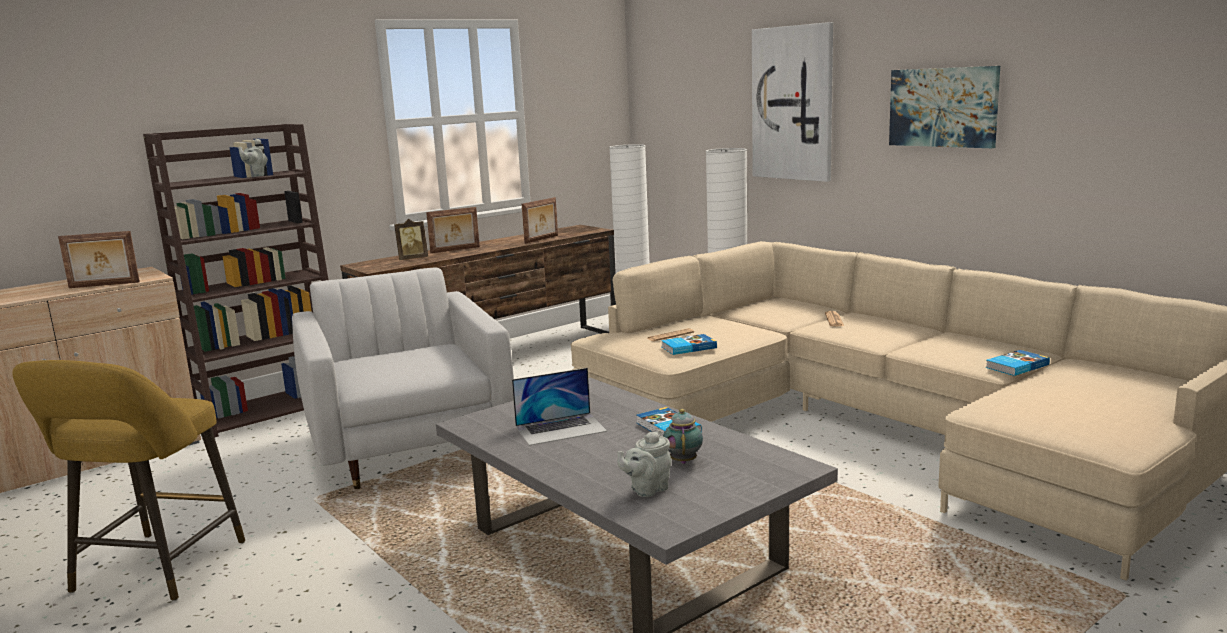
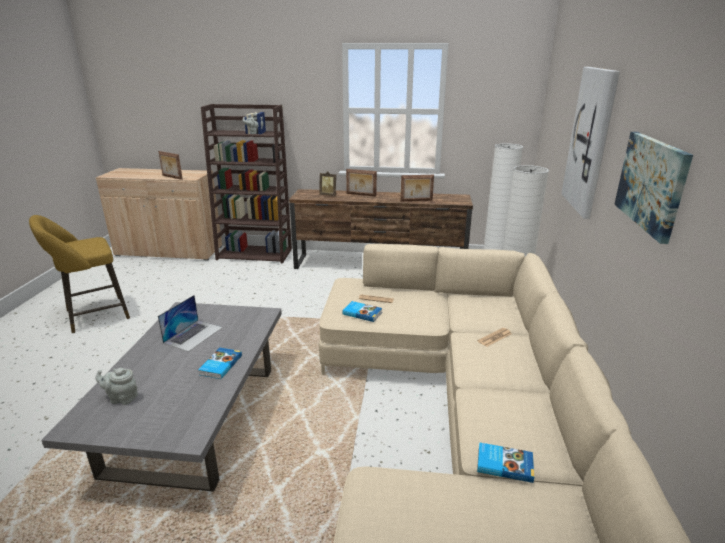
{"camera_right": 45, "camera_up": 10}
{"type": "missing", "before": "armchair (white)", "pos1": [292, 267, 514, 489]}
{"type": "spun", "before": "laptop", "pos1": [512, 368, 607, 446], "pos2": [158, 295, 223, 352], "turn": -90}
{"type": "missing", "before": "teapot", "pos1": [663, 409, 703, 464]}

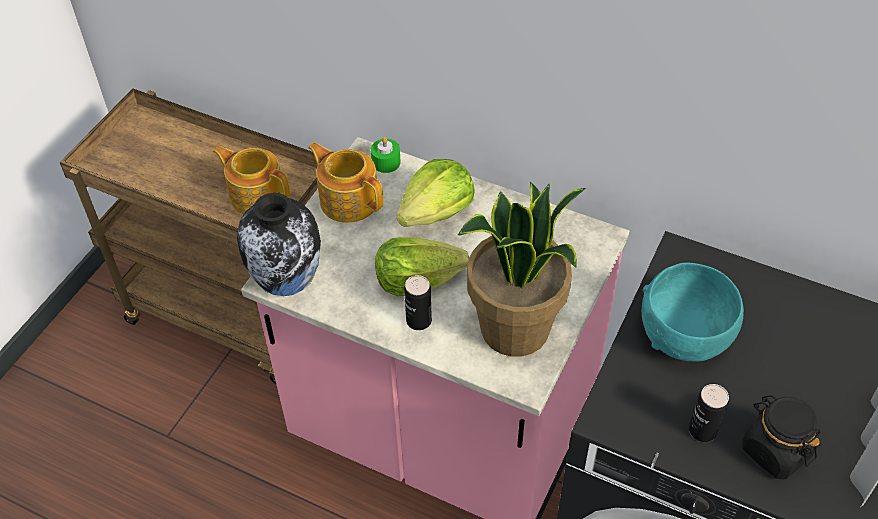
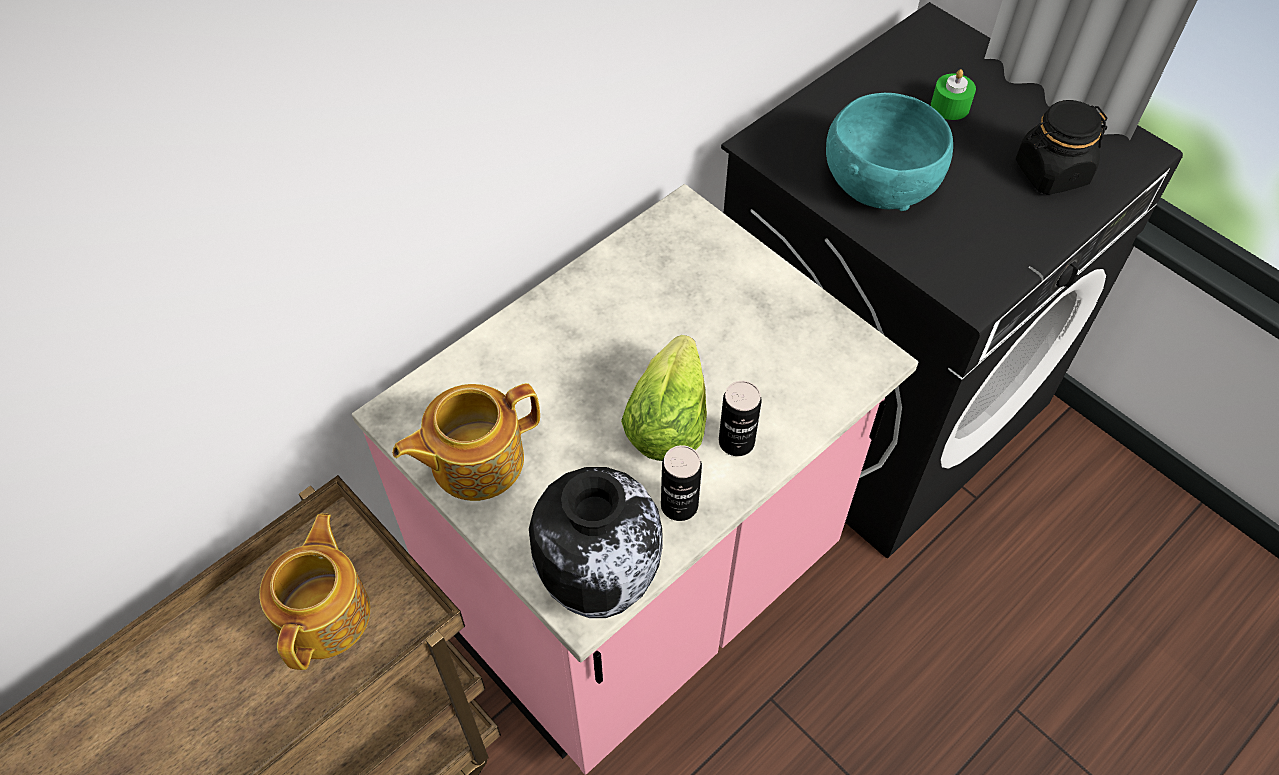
{"camera_right": -70, "camera_up": 5}
{"type": "spun", "before": "teapot", "pos1": [213, 146, 290, 214], "pos2": [259, 513, 370, 670], "turn": 135}
{"type": "relocated", "before": "candle (green)", "pos1": [371, 137, 401, 173], "pos2": [931, 69, 976, 120]}
{"type": "missing", "before": "lettuce", "pos1": [396, 159, 475, 227]}
{"type": "missing", "before": "potted plant", "pos1": [458, 182, 586, 357]}
{"type": "relocated", "before": "can", "pos1": [689, 384, 729, 442], "pos2": [661, 445, 702, 521]}

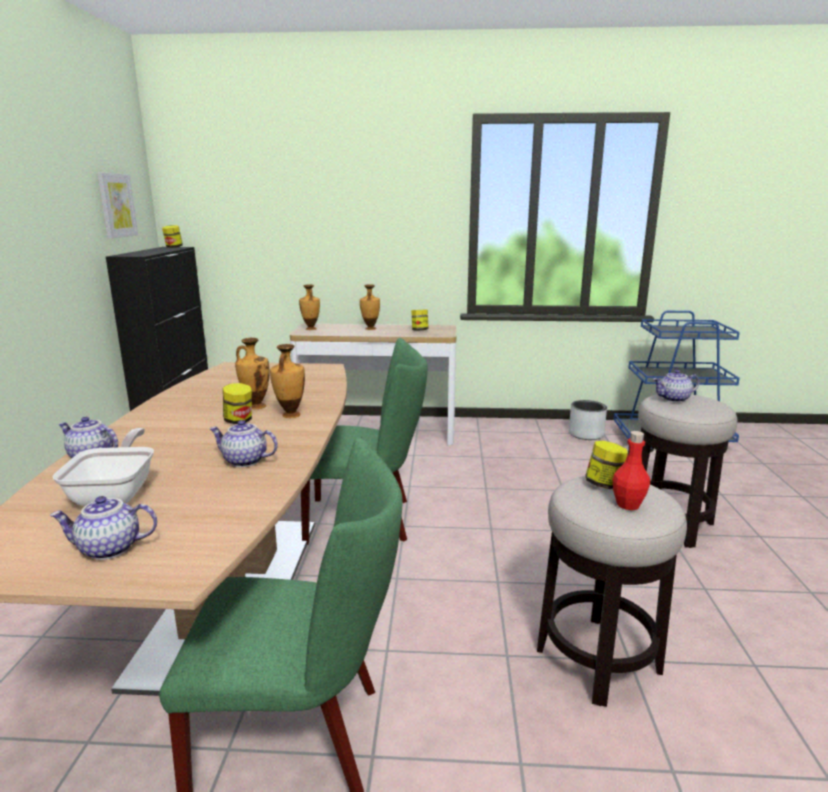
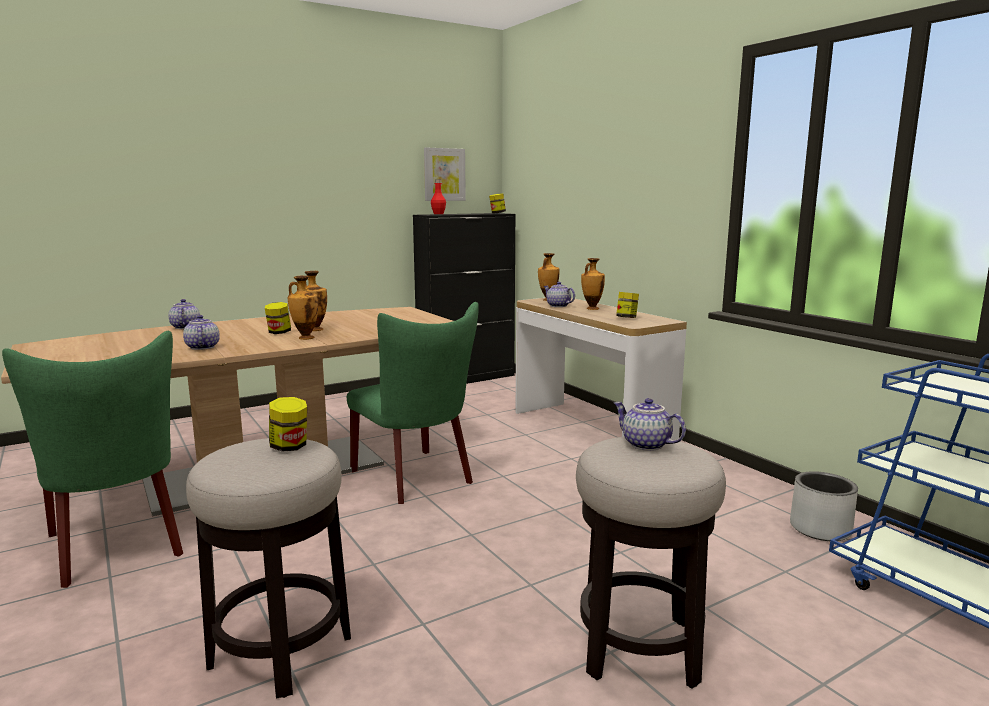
{"camera_right": 55, "camera_up": -5}
{"type": "relocated", "before": "teapot", "pos1": [50, 496, 157, 560], "pos2": [544, 282, 575, 307]}
{"type": "missing", "before": "frying pan", "pos1": [52, 428, 154, 507]}
{"type": "relocated", "before": "bottle (red)", "pos1": [612, 431, 650, 510], "pos2": [431, 179, 446, 214]}

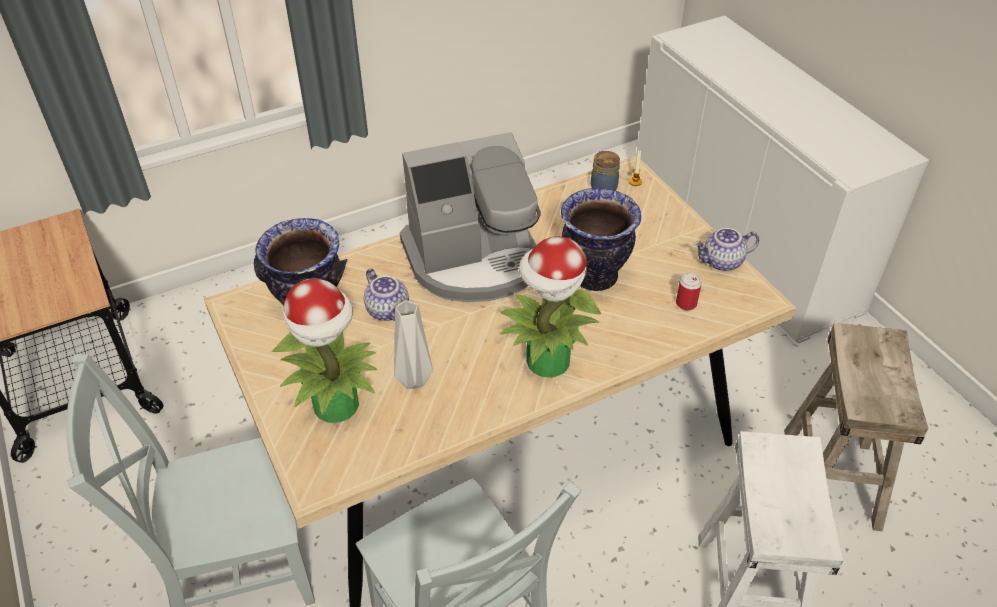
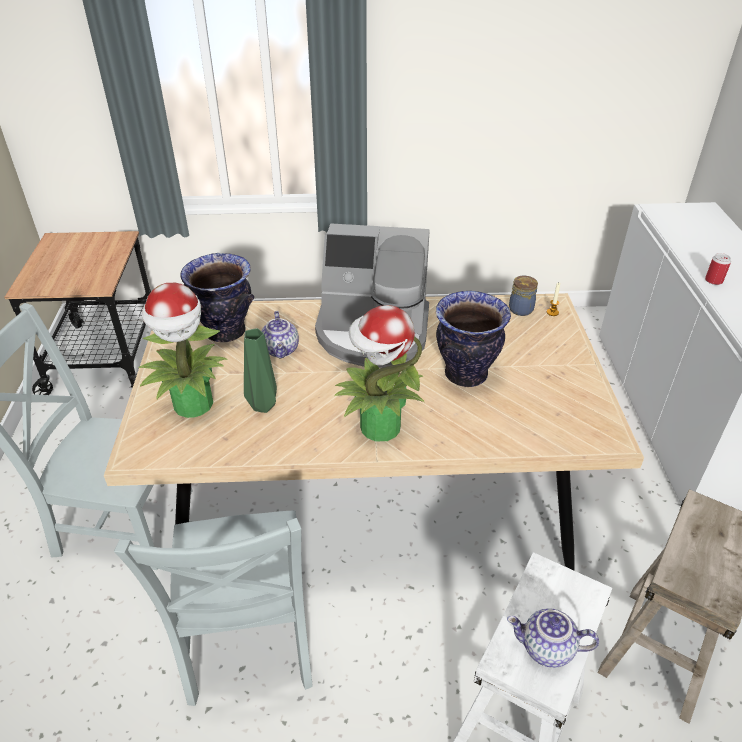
{"camera_right": 25, "camera_up": -5}
{"type": "colour", "before": "vase (grey)", "after": "vase (green)", "pos1": [394, 300, 433, 389], "pos2": [244, 328, 277, 413]}
{"type": "relocated", "before": "can", "pos1": [676, 273, 702, 310], "pos2": [705, 253, 731, 285]}
{"type": "relocated", "before": "teapot", "pos1": [694, 228, 759, 272], "pos2": [507, 608, 599, 668]}

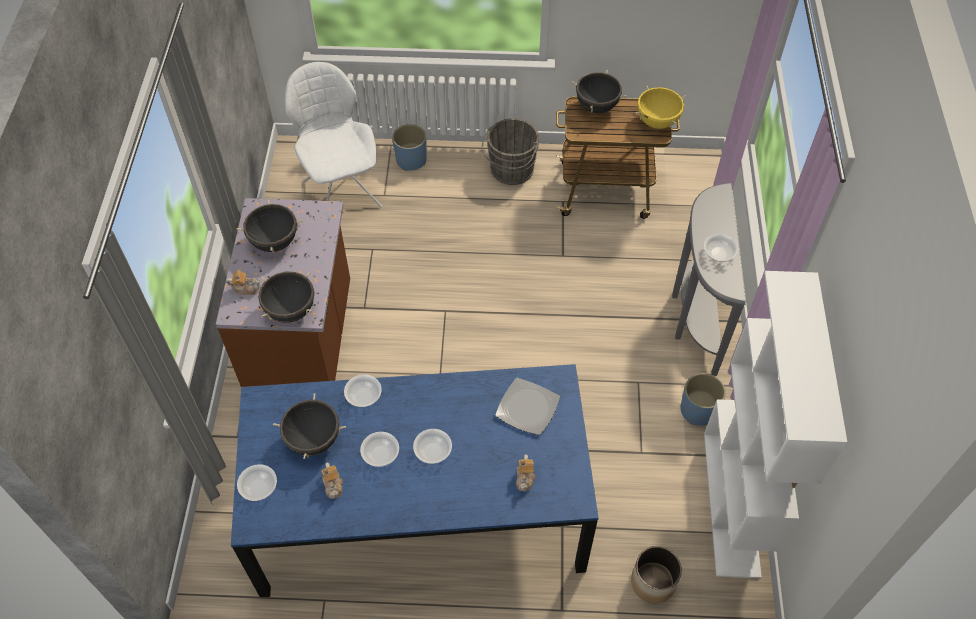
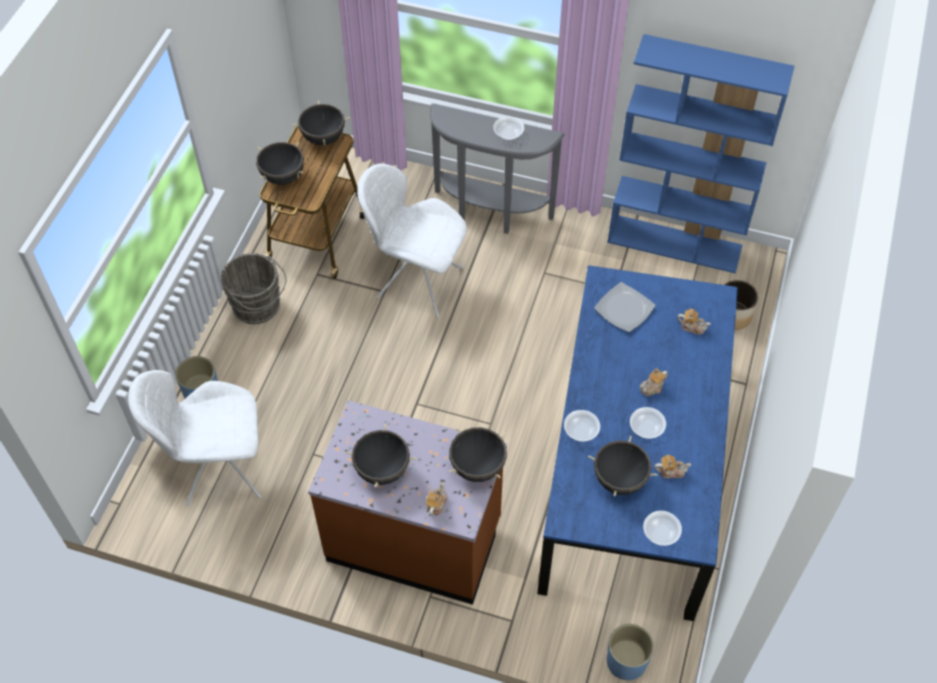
{"camera_right": -75, "camera_up": 0}
{"type": "exchanged", "before": "bowl", "after": "teapot", "pos1": [413, 429, 452, 464], "pos2": [640, 368, 668, 396]}
{"type": "colour", "before": "cooking pot (yellow)", "after": "cooking pot (black)", "pos1": [635, 86, 686, 129], "pos2": [292, 100, 350, 146]}
{"type": "relocated", "before": "planter (blue)", "pos1": [680, 373, 726, 426], "pos2": [607, 624, 654, 680]}
{"type": "colour", "before": "bookcase (white)", "after": "bookcase (blue)", "pos1": [704, 271, 847, 578], "pos2": [607, 34, 794, 274]}
{"type": "appeared", "after": "chair (white)", "pos2": [357, 164, 467, 317]}

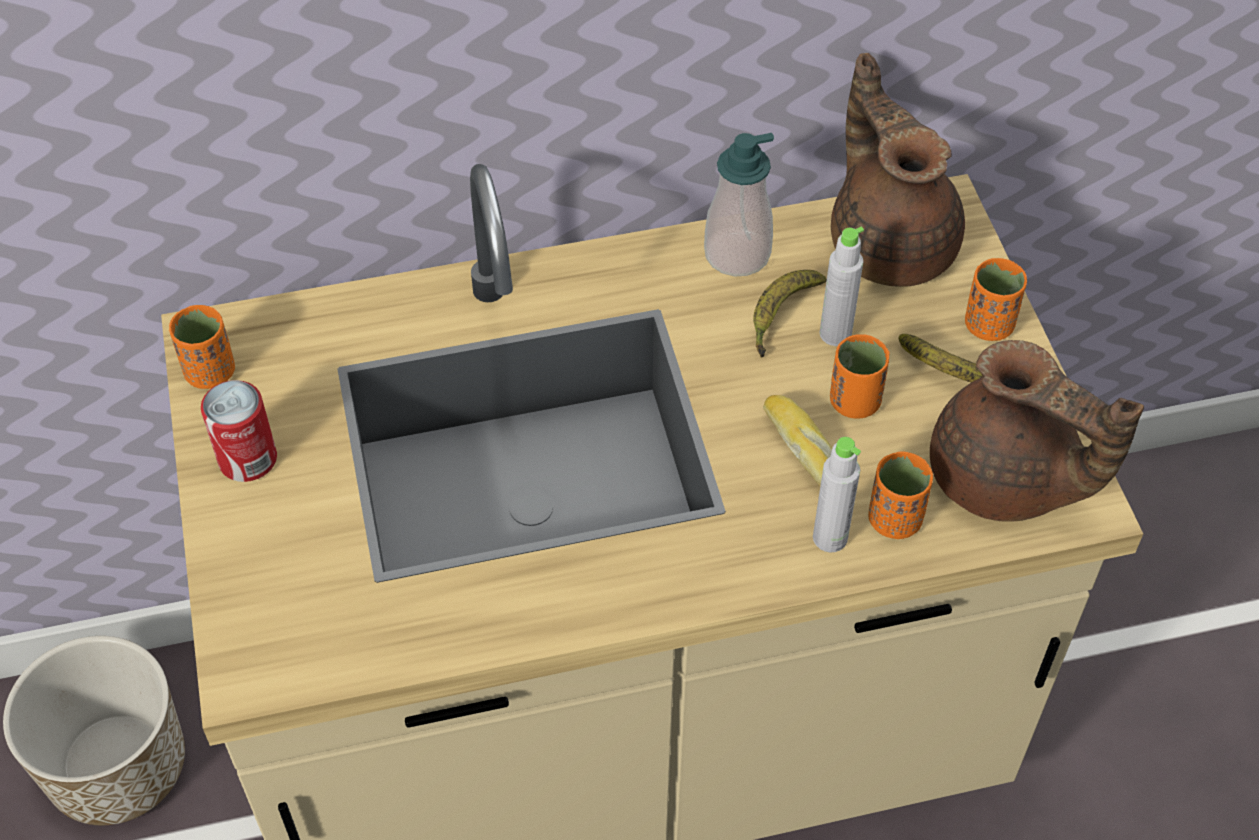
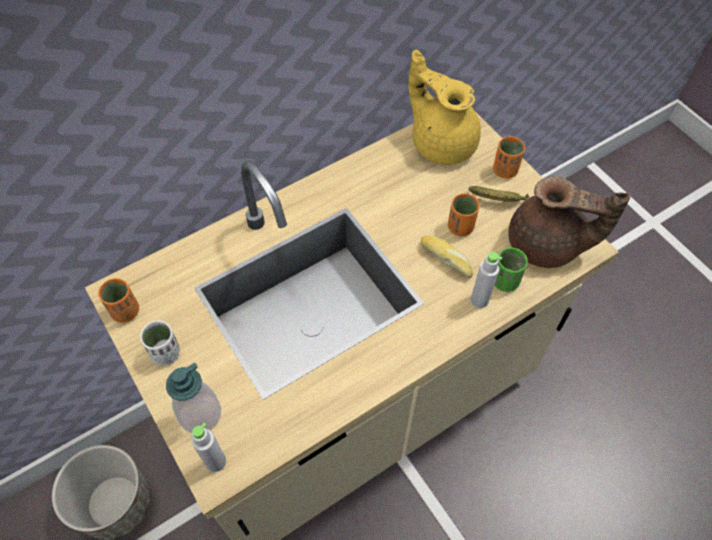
{"camera_right": -20, "camera_up": 5}
{"type": "exchanged", "before": "can", "after": "cup (white)", "pos1": [201, 380, 277, 482], "pos2": [140, 320, 180, 366]}
{"type": "relocated", "before": "soap dispenser", "pos1": [704, 133, 774, 276], "pos2": [166, 363, 221, 433]}
{"type": "missing", "before": "banana", "pos1": [753, 270, 827, 358]}
{"type": "relocated", "before": "bottle (grey)", "pos1": [820, 227, 864, 346], "pos2": [192, 423, 226, 472]}
{"type": "colour", "before": "teapot (brown)", "after": "teapot (yellow)", "pos1": [831, 53, 965, 287], "pos2": [409, 50, 481, 165]}
{"type": "colour", "before": "cup (orange)", "after": "cup (green)", "pos1": [868, 451, 933, 539], "pos2": [494, 248, 528, 292]}

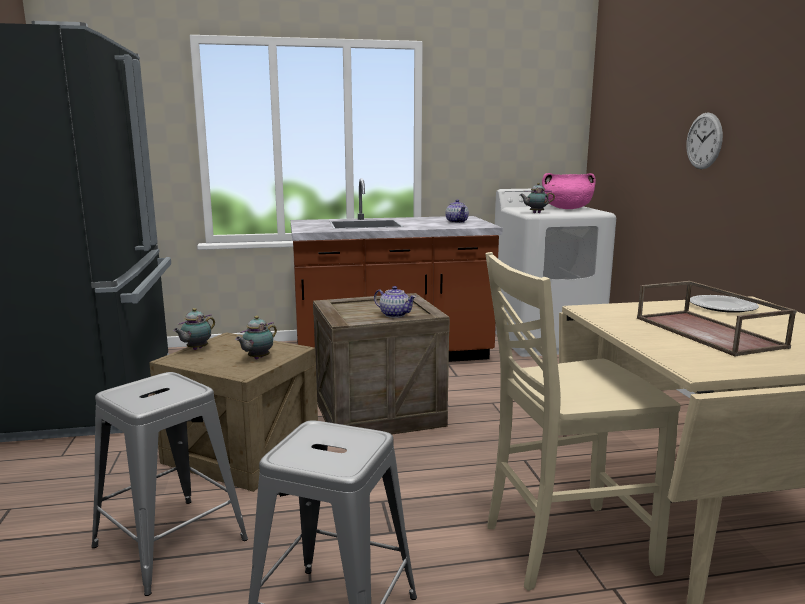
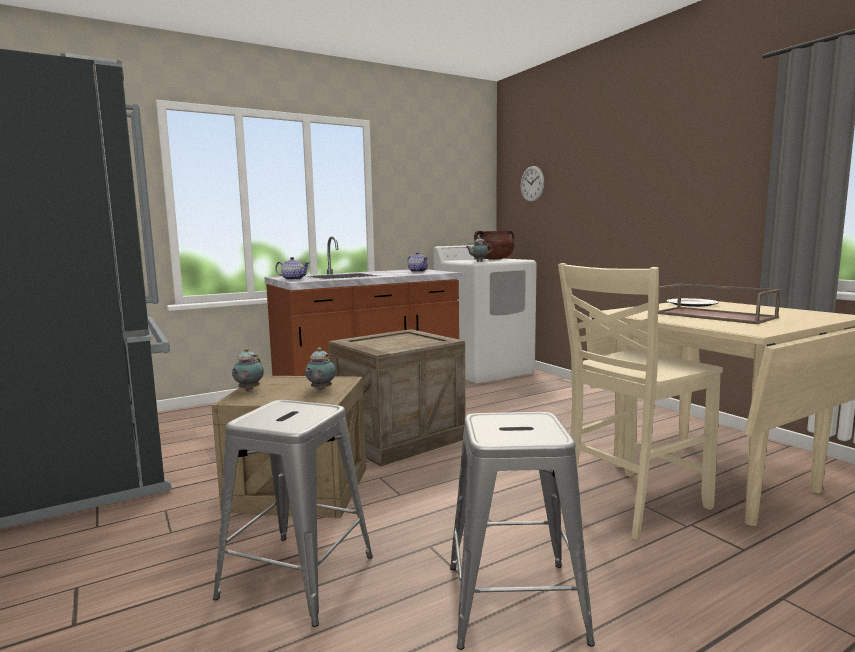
{"camera_right": -20, "camera_up": -5}
{"type": "relocated", "before": "teapot", "pos1": [374, 286, 416, 318], "pos2": [275, 257, 310, 280]}
{"type": "colour", "before": "cooking pot (pink)", "after": "cooking pot (brown)", "pos1": [542, 173, 596, 209], "pos2": [474, 230, 515, 260]}
{"type": "relocated", "before": "wall clock", "pos1": [686, 113, 723, 169], "pos2": [520, 166, 544, 202]}

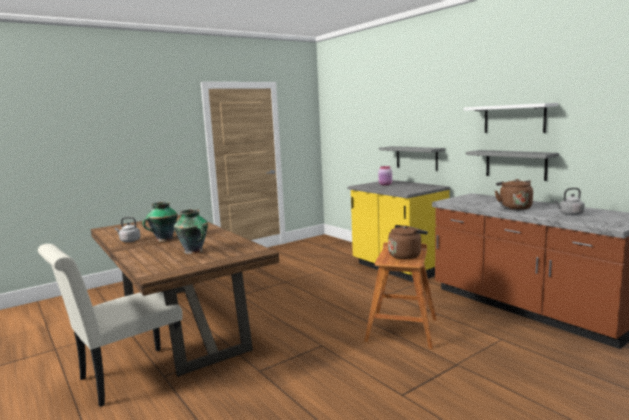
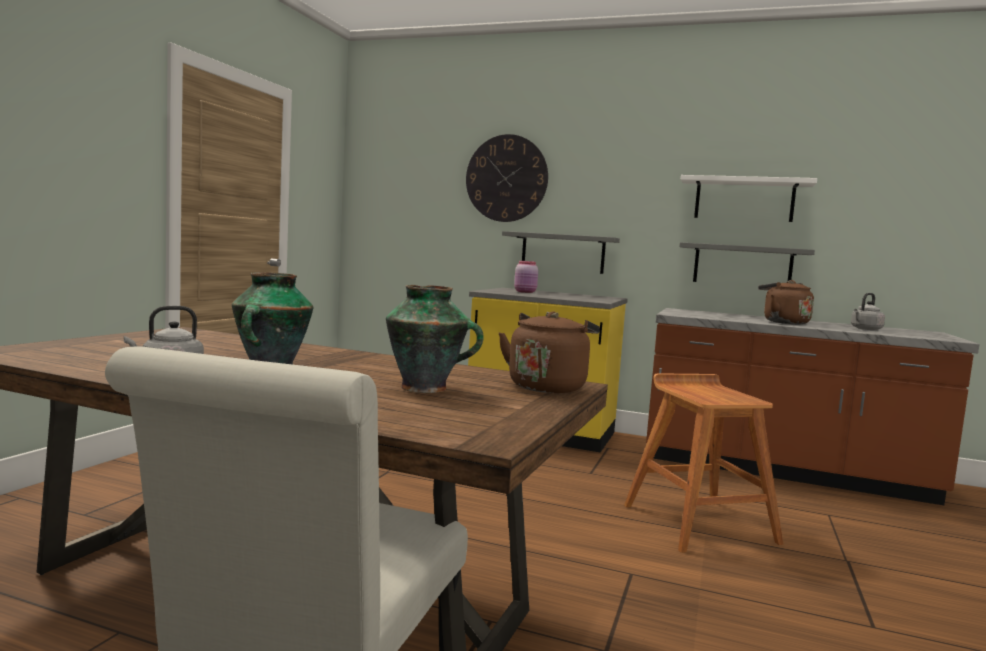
{"camera_right": -35, "camera_up": -5}
{"type": "relocated", "before": "kettle (brown)", "pos1": [388, 225, 428, 259], "pos2": [499, 311, 600, 393]}
{"type": "appeared", "after": "wall clock", "pos2": [466, 134, 548, 222]}

